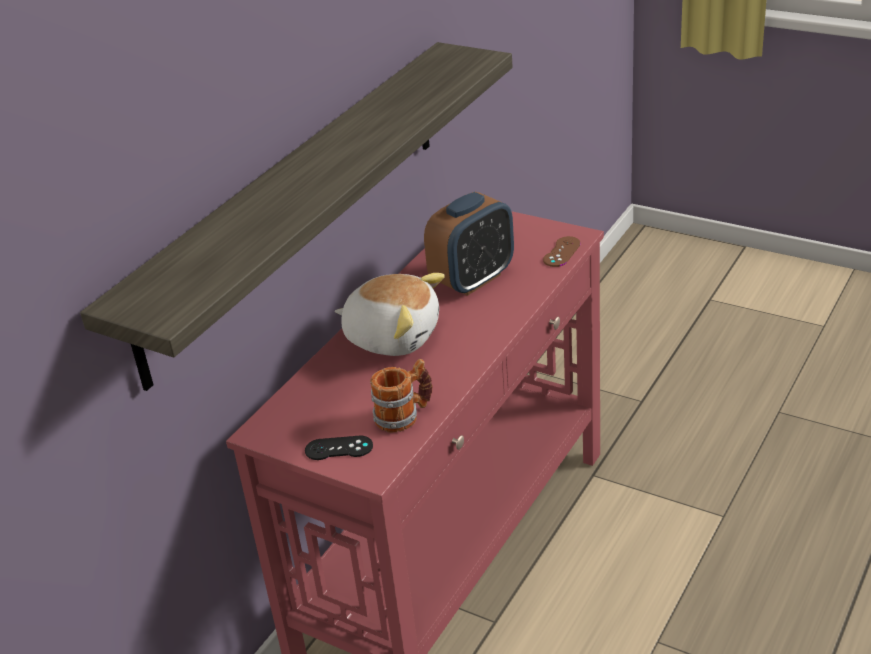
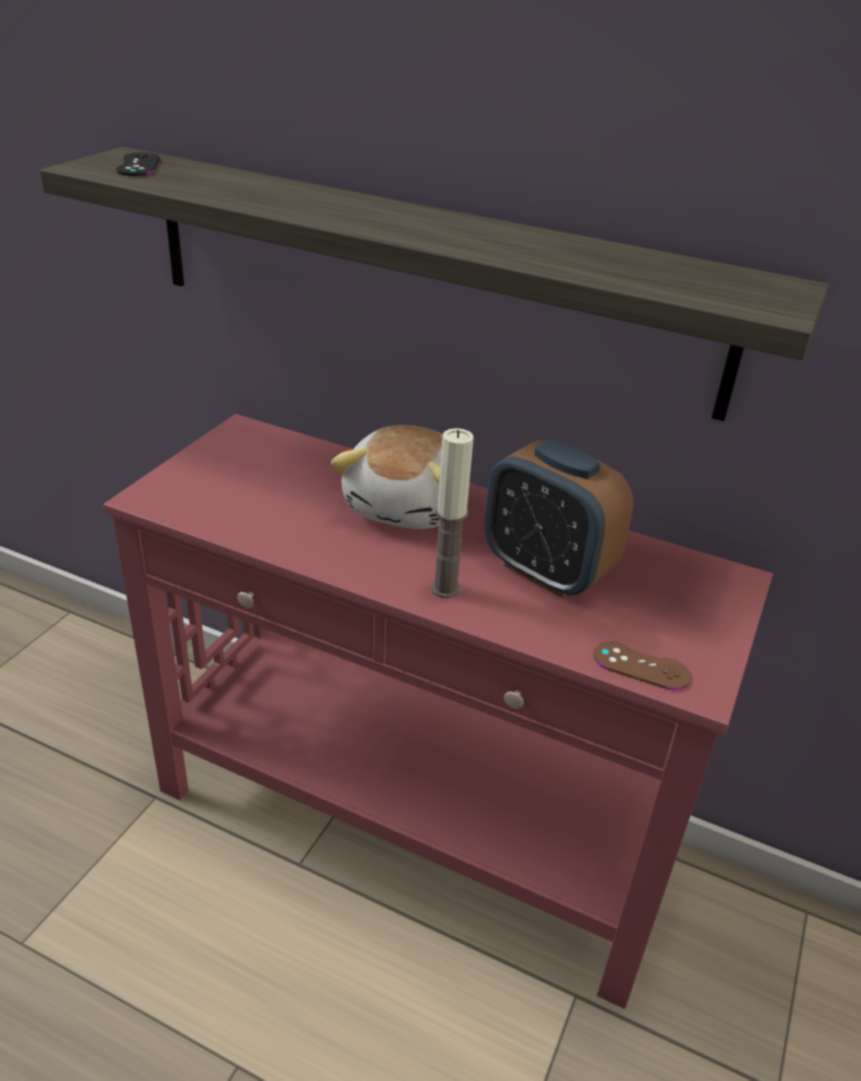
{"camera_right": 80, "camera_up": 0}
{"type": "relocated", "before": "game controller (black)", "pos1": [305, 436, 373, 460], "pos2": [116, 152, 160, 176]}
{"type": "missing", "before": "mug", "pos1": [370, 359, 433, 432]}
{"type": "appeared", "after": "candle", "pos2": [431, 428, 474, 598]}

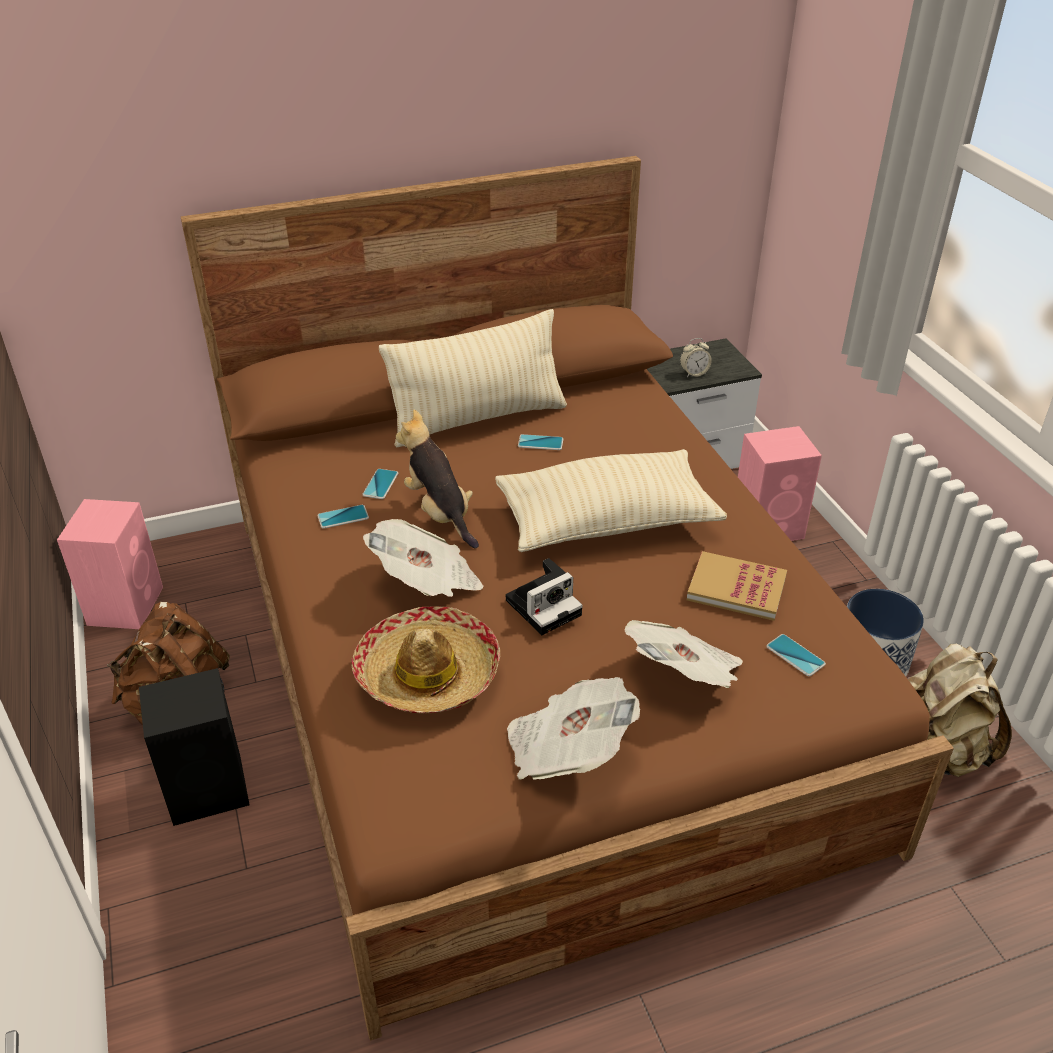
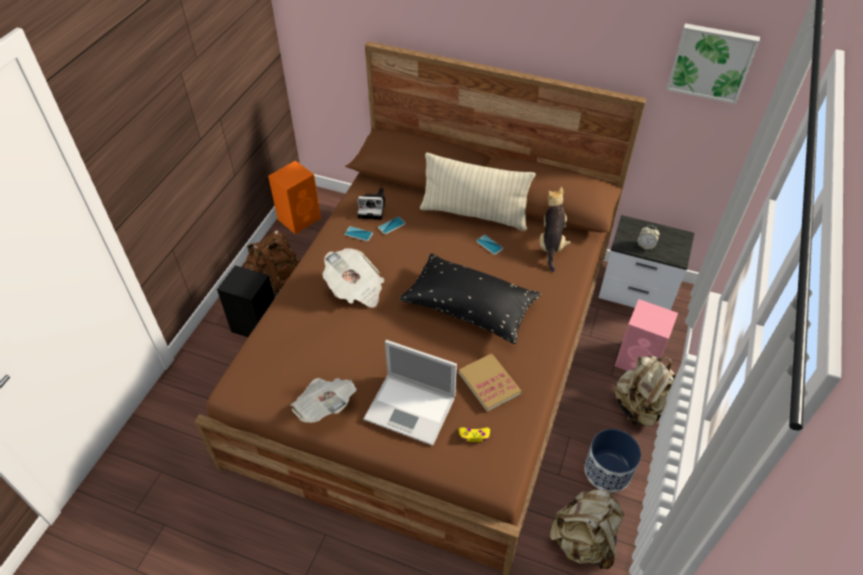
{"camera_right": 40, "camera_up": 10}
{"type": "colour", "before": "speaker (pink)", "after": "speaker (orange)", "pos1": [57, 499, 163, 629], "pos2": [268, 160, 321, 234]}
{"type": "missing", "before": "hat", "pos1": [351, 607, 500, 714]}
{"type": "relocated", "before": "plush toy", "pos1": [396, 409, 479, 548], "pos2": [540, 187, 571, 272]}
{"type": "colour", "before": "pillow (beige)", "after": "pillow (black)", "pos1": [495, 449, 727, 552], "pos2": [400, 253, 541, 344]}
{"type": "relocated", "before": "photo camera", "pos1": [506, 558, 583, 635], "pos2": [357, 188, 385, 220]}
{"type": "exchanged", "before": "newspaper", "after": "laptop", "pos1": [625, 620, 743, 688], "pos2": [363, 340, 457, 446]}
{"type": "exchanged", "before": "phone", "after": "game controller (yellow)", "pos1": [766, 634, 826, 676], "pos2": [459, 427, 490, 442]}
{"type": "appeared", "after": "backpack (beige)", "pos2": [614, 355, 676, 426]}
{"type": "appeared", "after": "picture", "pos2": [666, 23, 760, 104]}

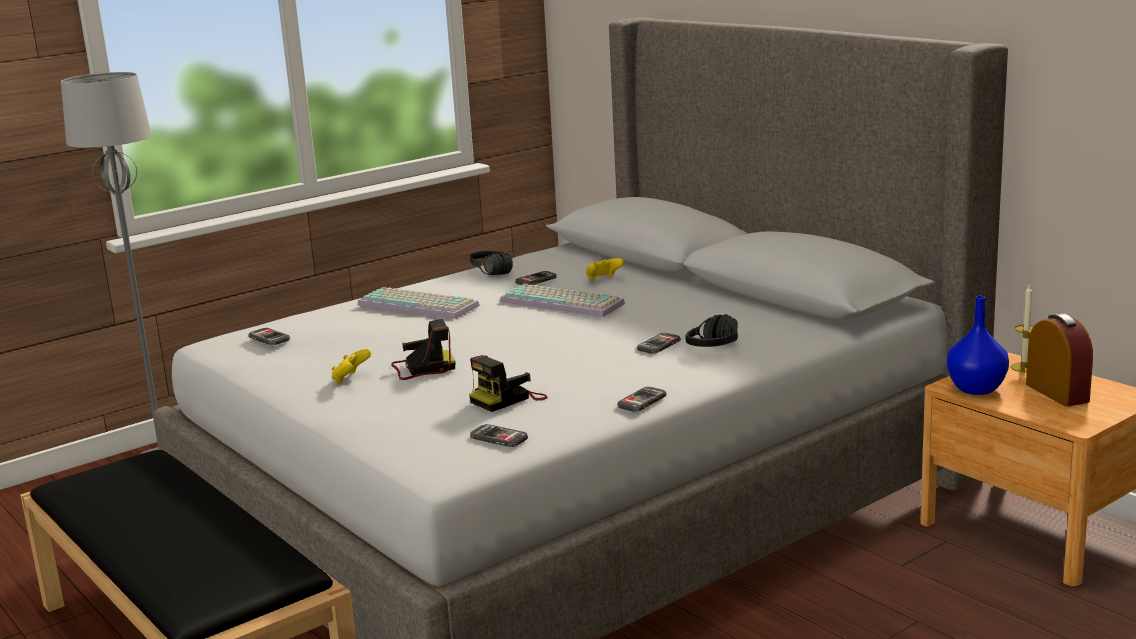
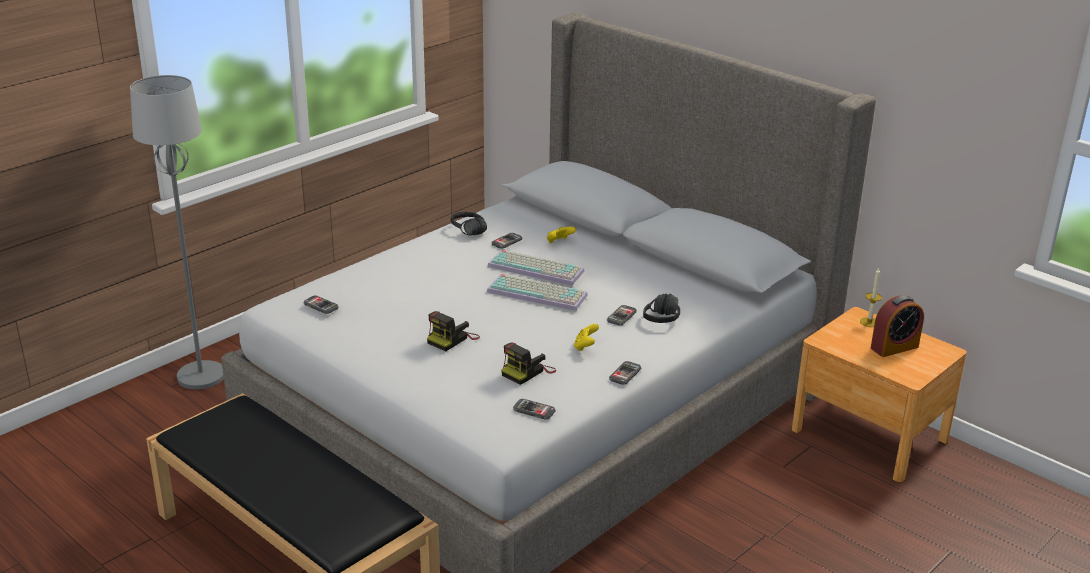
{"camera_right": -10, "camera_up": 10}
{"type": "relocated", "before": "game controller (yellow)", "pos1": [331, 349, 371, 384], "pos2": [574, 324, 599, 351]}
{"type": "relocated", "before": "keyboard", "pos1": [358, 287, 480, 319], "pos2": [487, 274, 588, 311]}
{"type": "spun", "before": "photo camera", "pos1": [391, 319, 455, 380], "pos2": [427, 311, 480, 351], "turn": 150}
{"type": "missing", "before": "vase (blue)", "pos1": [947, 296, 1009, 395]}
{"type": "spun", "before": "alarm clock", "pos1": [1026, 313, 1093, 407], "pos2": [871, 295, 924, 357], "turn": 90}

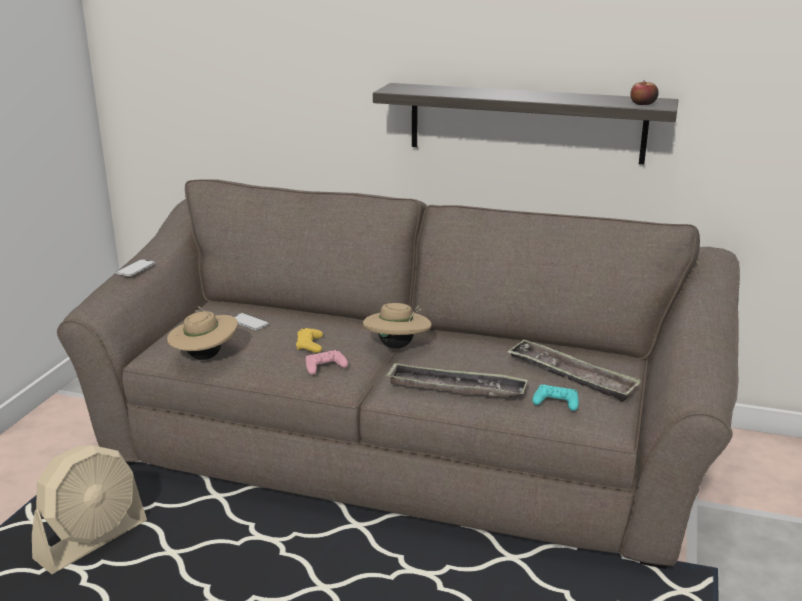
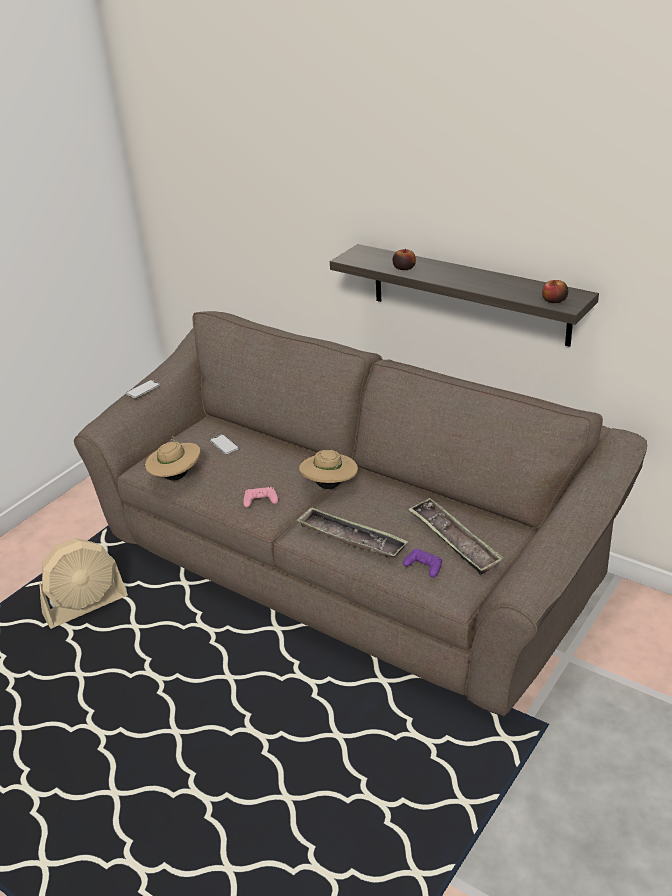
{"camera_right": 20, "camera_up": 10}
{"type": "missing", "before": "game controller (yellow)", "pos1": [296, 328, 323, 353]}
{"type": "colour", "before": "game controller (turquoise)", "after": "game controller (purple)", "pos1": [532, 385, 579, 411], "pos2": [403, 549, 442, 578]}
{"type": "appeared", "after": "apple", "pos2": [392, 249, 416, 270]}

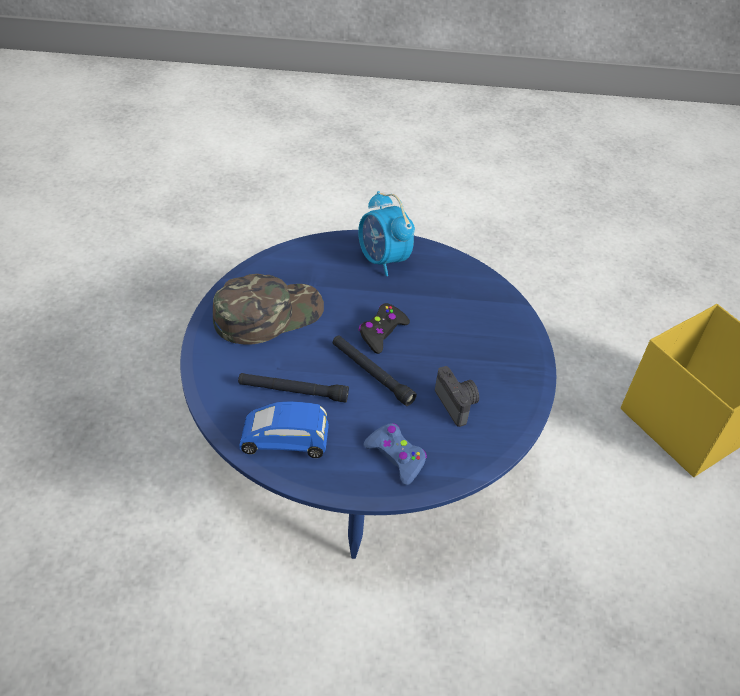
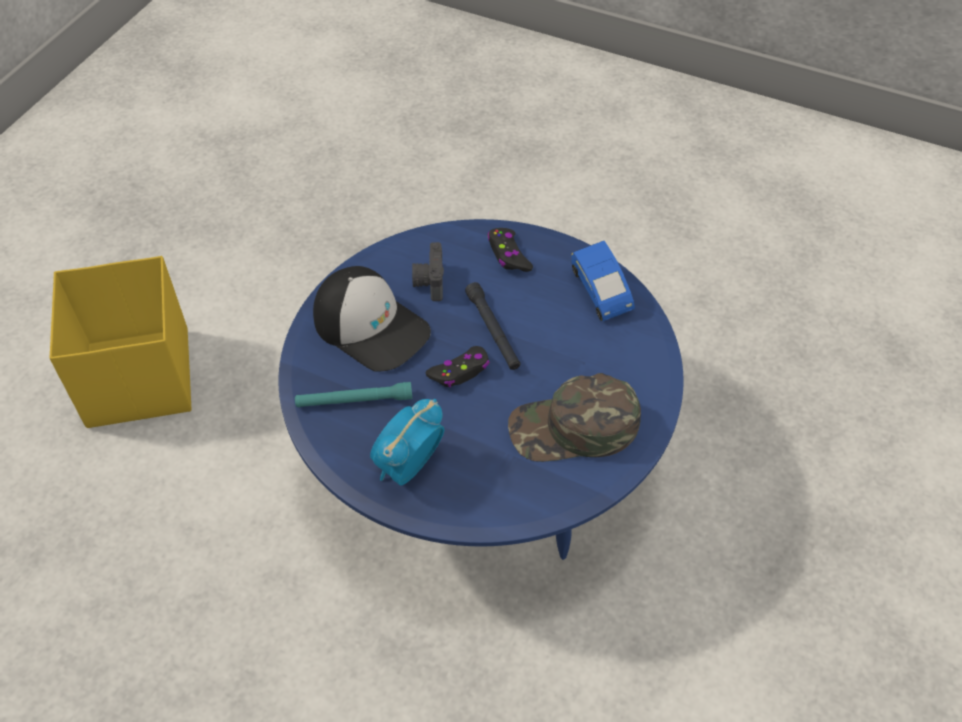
{"camera_right": -155, "camera_up": 5}
{"type": "missing", "before": "flashlight (black)", "pos1": [238, 373, 349, 402]}
{"type": "spun", "before": "toy car (blue)", "pos1": [239, 401, 329, 458], "pos2": [571, 241, 635, 321], "turn": 45}
{"type": "spun", "before": "alarm clock", "pos1": [358, 191, 415, 276], "pos2": [370, 399, 444, 486], "turn": -135}
{"type": "colour", "before": "game controller (blue)", "after": "game controller (black)", "pos1": [364, 423, 427, 485], "pos2": [488, 228, 533, 272]}
{"type": "appeared", "after": "flashlight (turquoise)", "pos2": [295, 382, 412, 407]}
{"type": "appeared", "after": "cap", "pos2": [313, 266, 431, 372]}

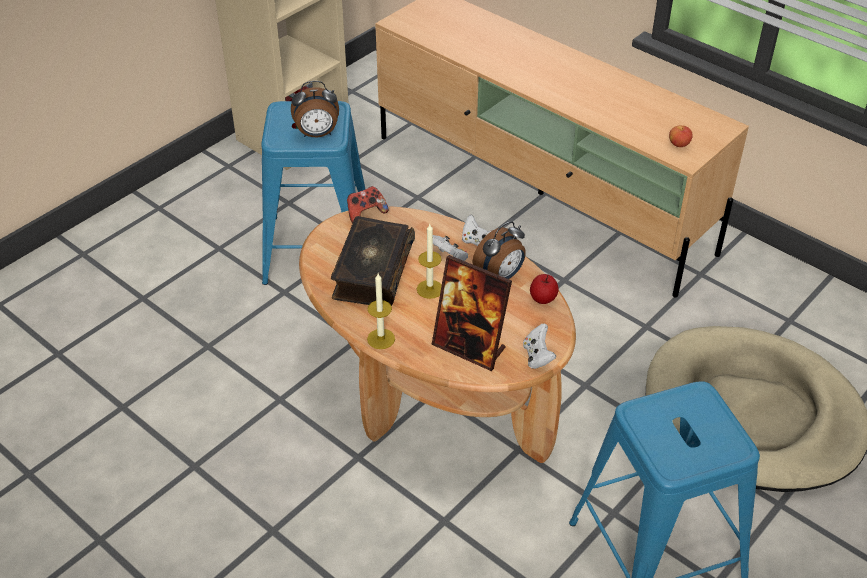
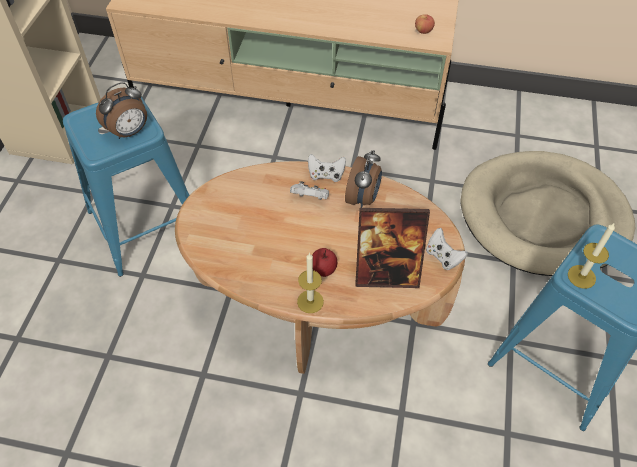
{"camera_right": -30, "camera_up": 10}
{"type": "missing", "before": "book", "pos1": [331, 216, 415, 306]}
{"type": "missing", "before": "game controller", "pos1": [347, 186, 388, 223]}
{"type": "relocated", "before": "candle", "pos1": [417, 224, 442, 299], "pos2": [568, 222, 615, 289]}
{"type": "relocated", "before": "apple", "pos1": [530, 274, 559, 304], "pos2": [312, 248, 337, 277]}

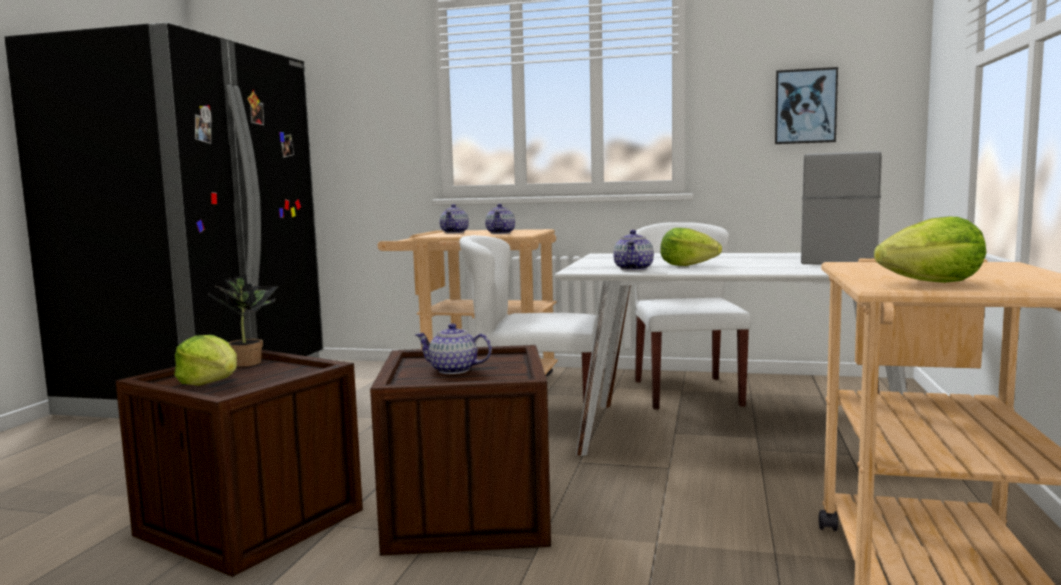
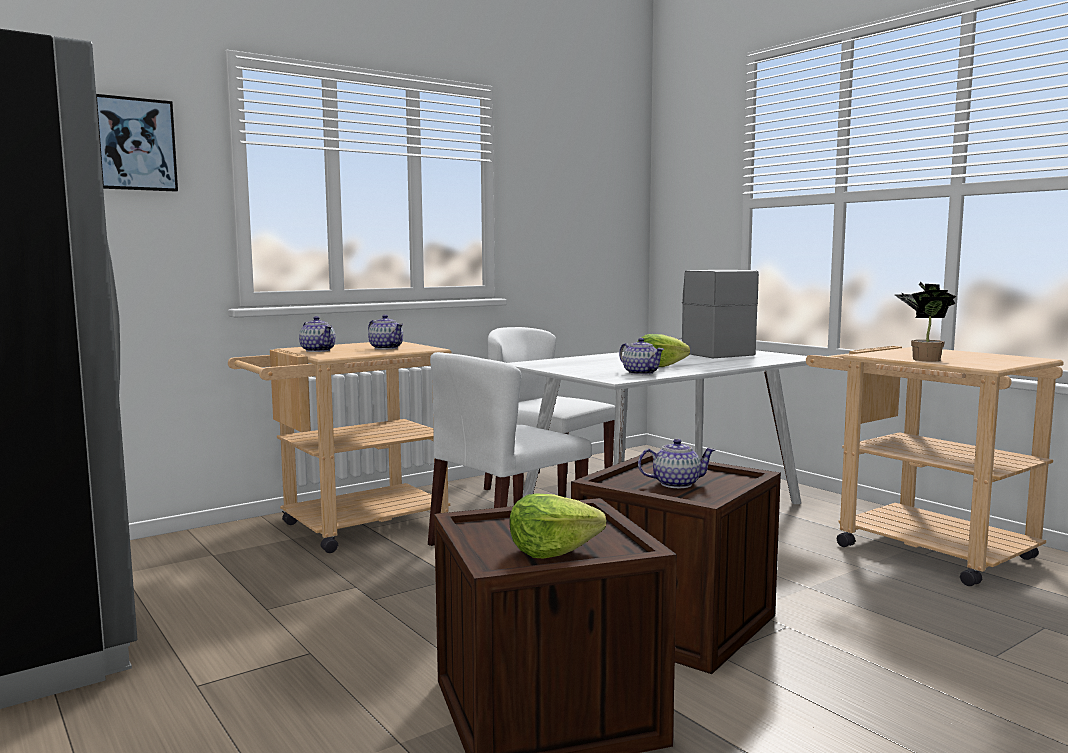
{"camera_right": -50, "camera_up": 0}
{"type": "relocated", "before": "potted plant", "pos1": [207, 274, 277, 367], "pos2": [895, 281, 956, 362]}
{"type": "spun", "before": "teapot", "pos1": [415, 323, 492, 374], "pos2": [638, 439, 716, 488], "turn": -150}
{"type": "relocated", "before": "picture", "pos1": [775, 67, 838, 144], "pos2": [96, 94, 178, 192]}
{"type": "missing", "before": "lettuce", "pos1": [874, 216, 986, 283]}

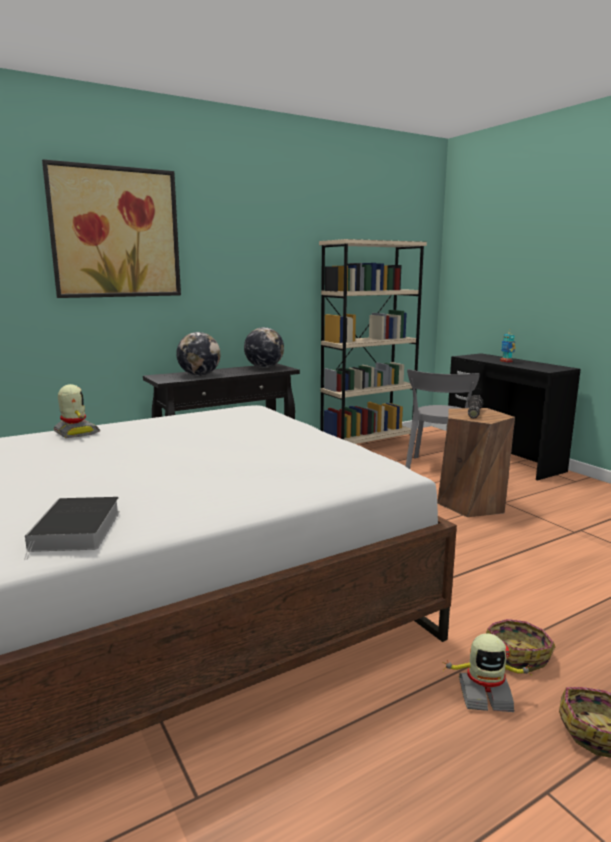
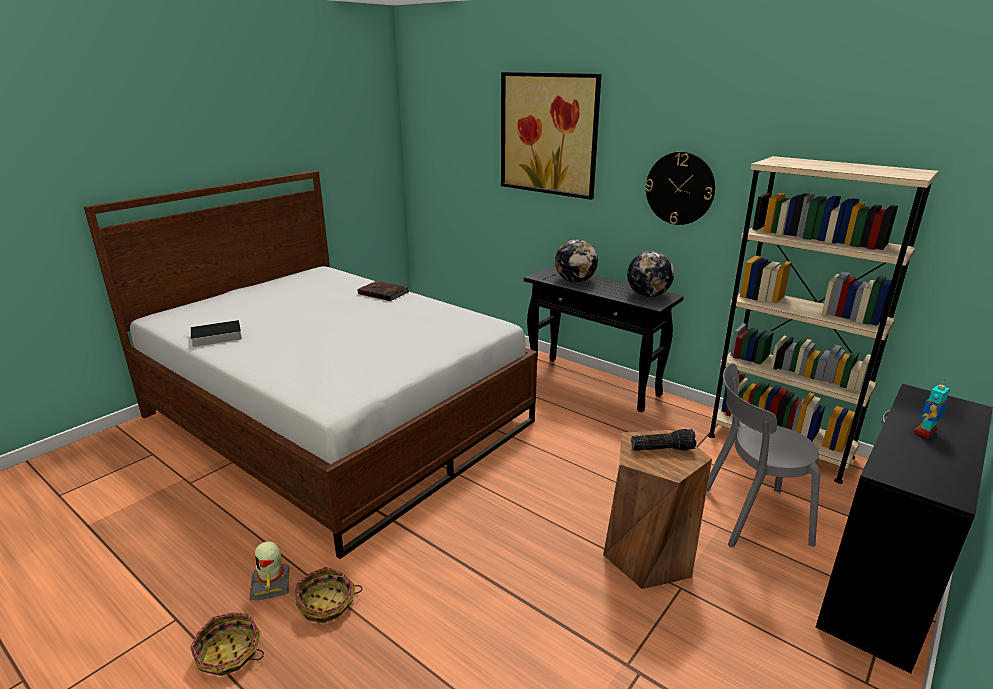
{"camera_right": 70, "camera_up": 10}
{"type": "exchanged", "before": "toy robot", "after": "book (brown)", "pos1": [54, 384, 100, 438], "pos2": [358, 281, 409, 301]}
{"type": "appeared", "after": "wall clock", "pos2": [645, 152, 715, 225]}

